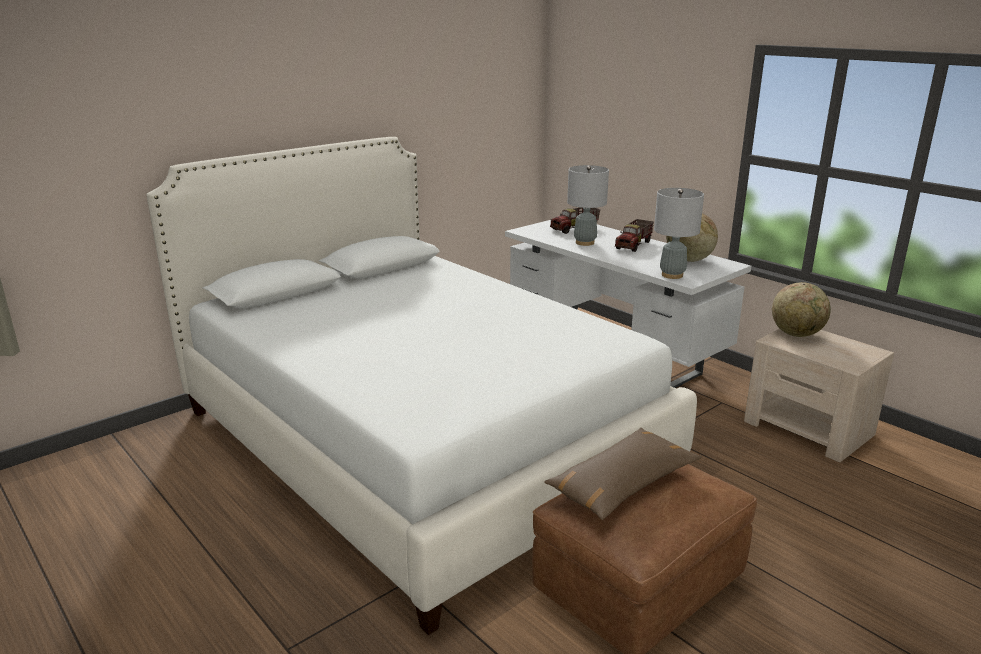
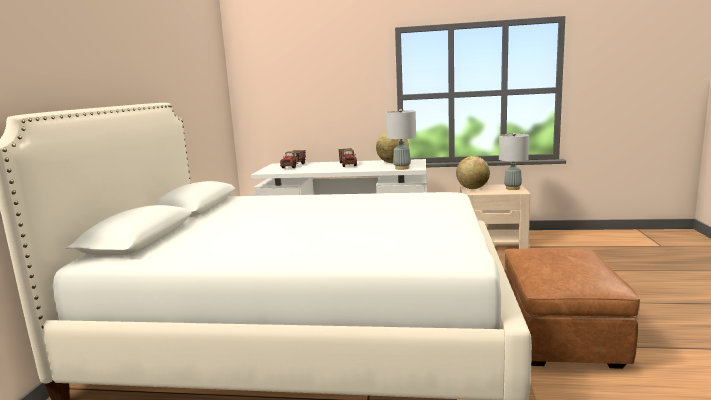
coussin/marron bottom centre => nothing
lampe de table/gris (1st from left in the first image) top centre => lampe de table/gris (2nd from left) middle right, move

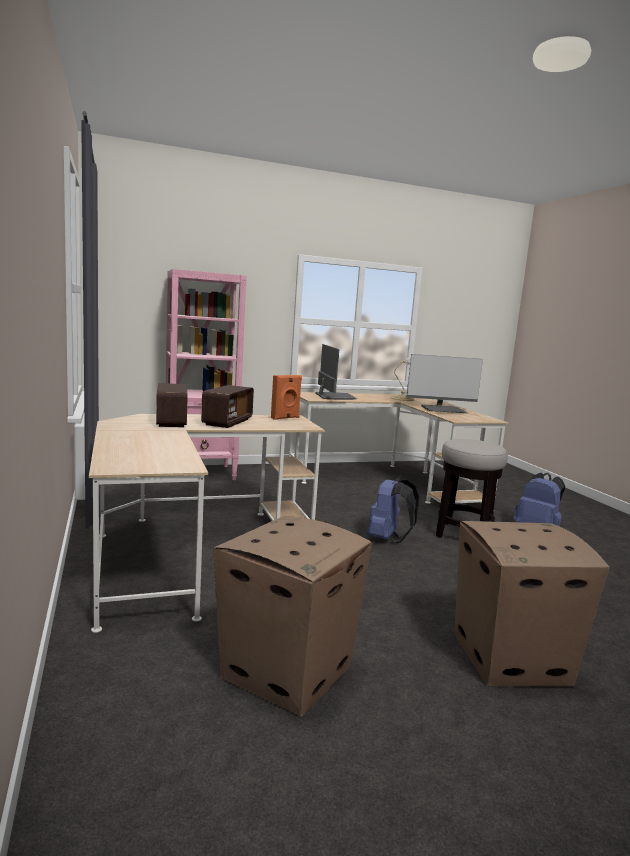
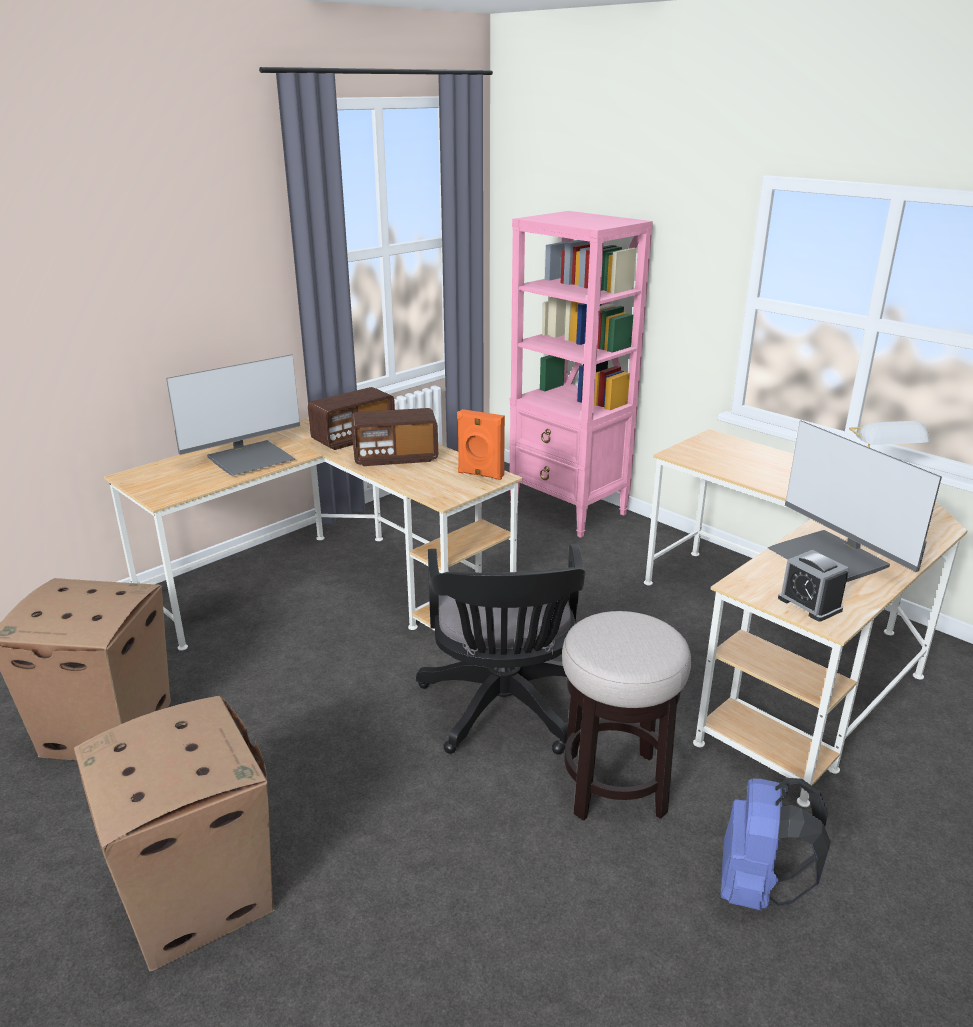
nothing => réveil middle right
écran d'ordinateur (1st from left) centre => écran d'ordinateur (1st from left) middle left, move
sac à dos/bleu (1st from left) centre => chaise de bureau/noir centre

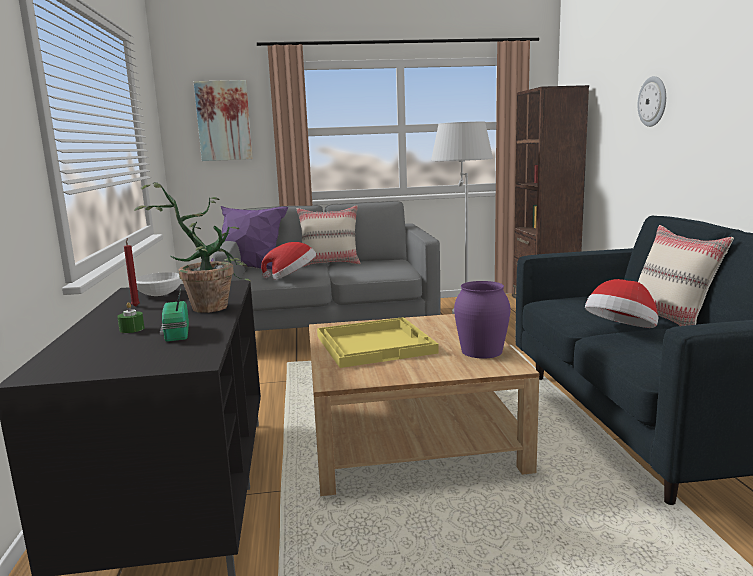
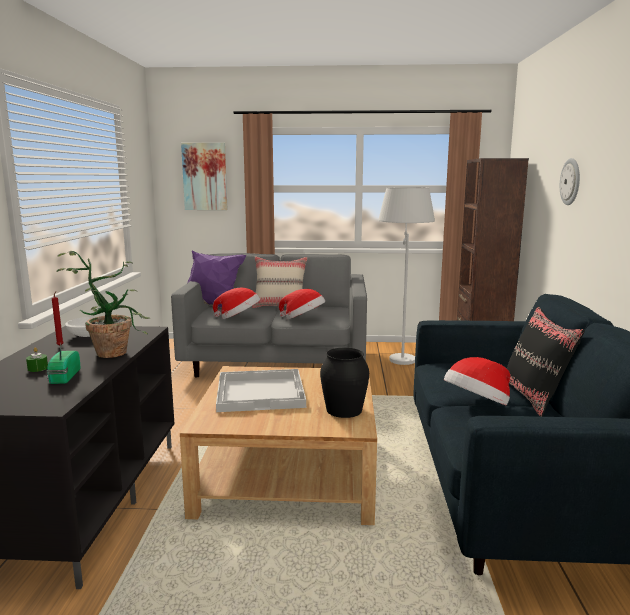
nothing => chapeau (2nd from left) centre
plateau/jaune centre => plateau/blanc centre
vase/violet centre => vase/noir centre
coussin/beige (2nd from left) middle right => coussin/noir middle right

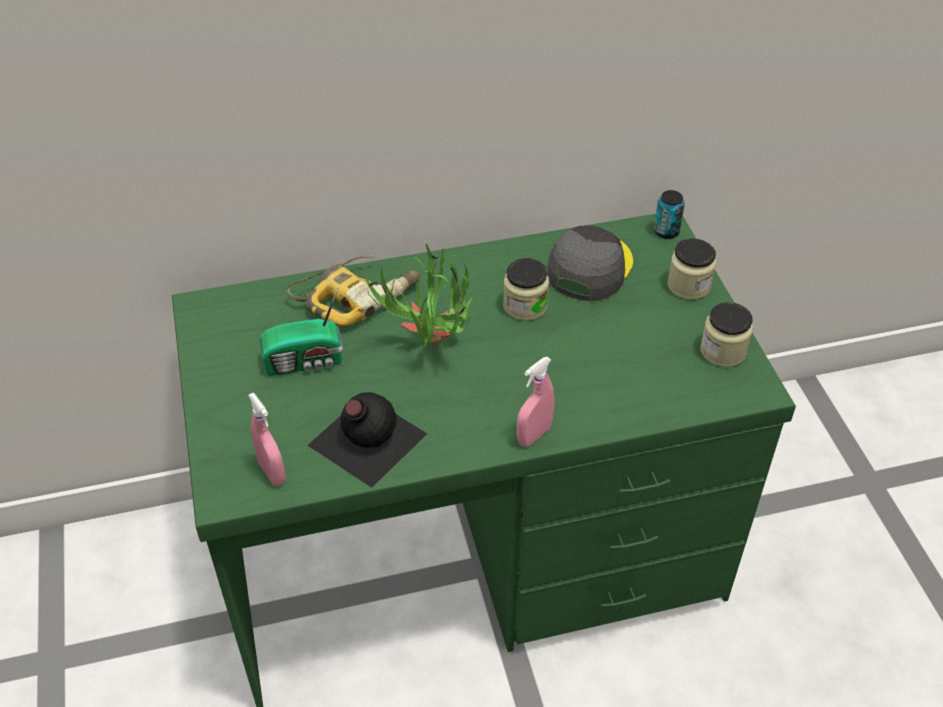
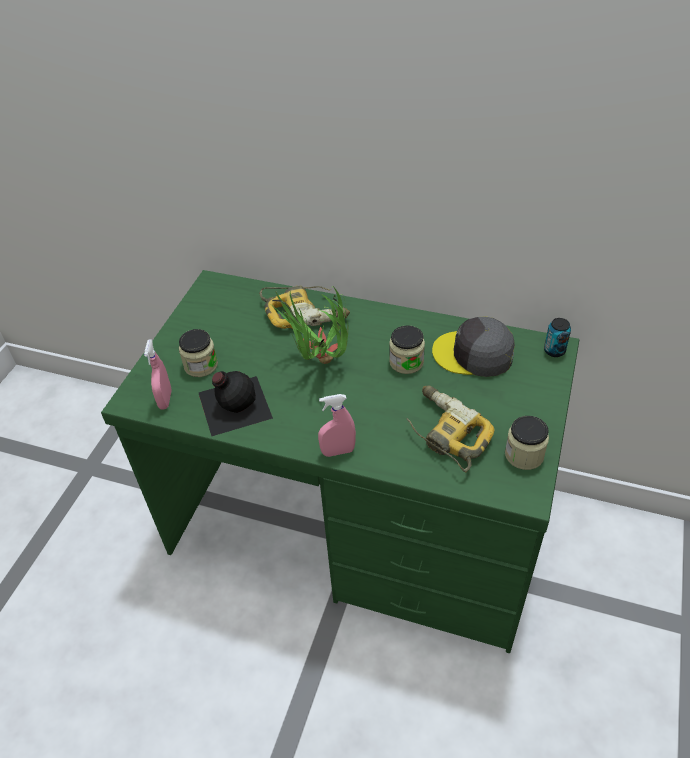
radio middle left => nothing
nothing => perceuse (2nd from left) centre
bocal (2nd from left in the first image) middle right => bocal (1st from left) middle left, move
casquette/gris centre => casquette/gris middle right, 135 degrees counterclockwise

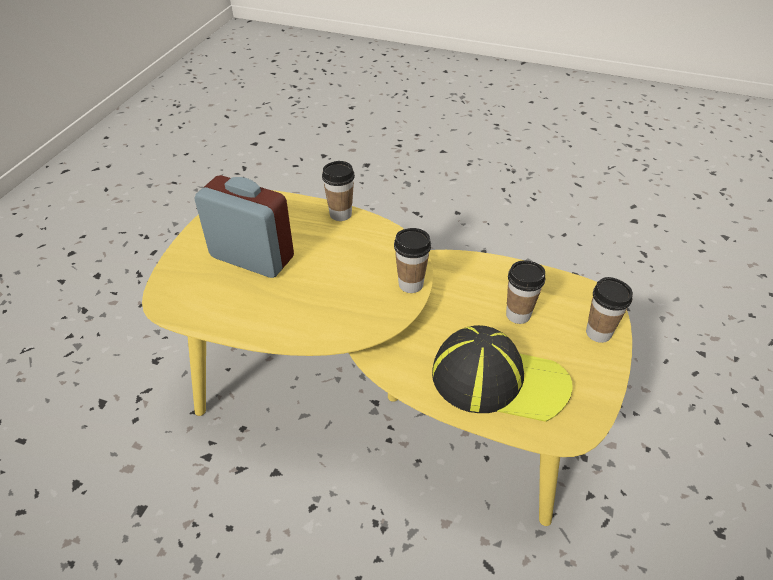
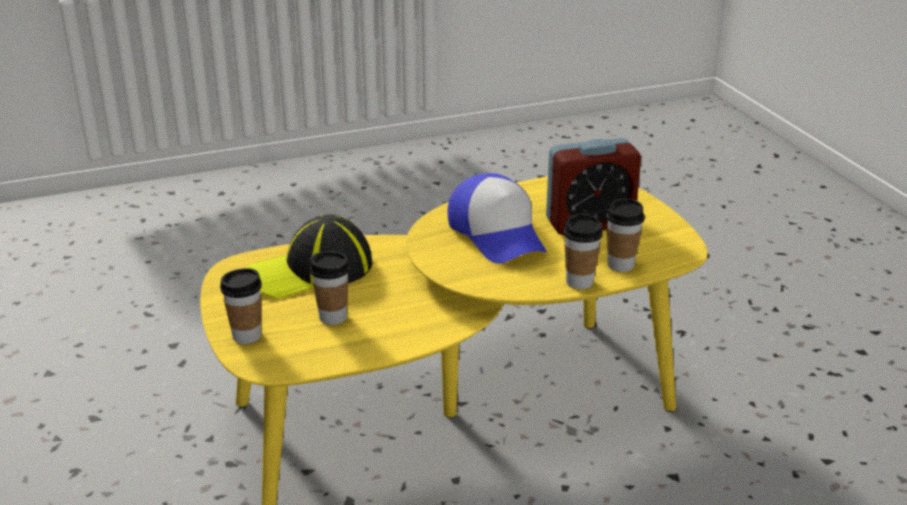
nothing => casquette (2nd from left) centre
tasse (2nd from left in the first image) centre => tasse (4th from left) middle right, move

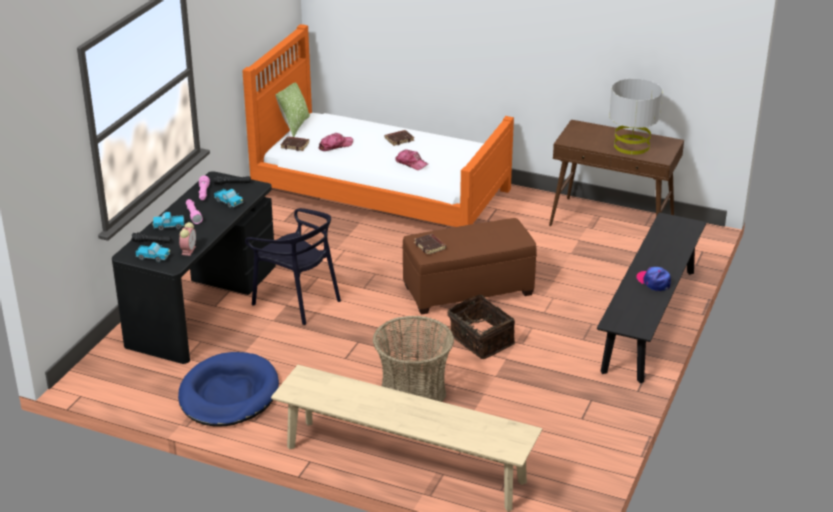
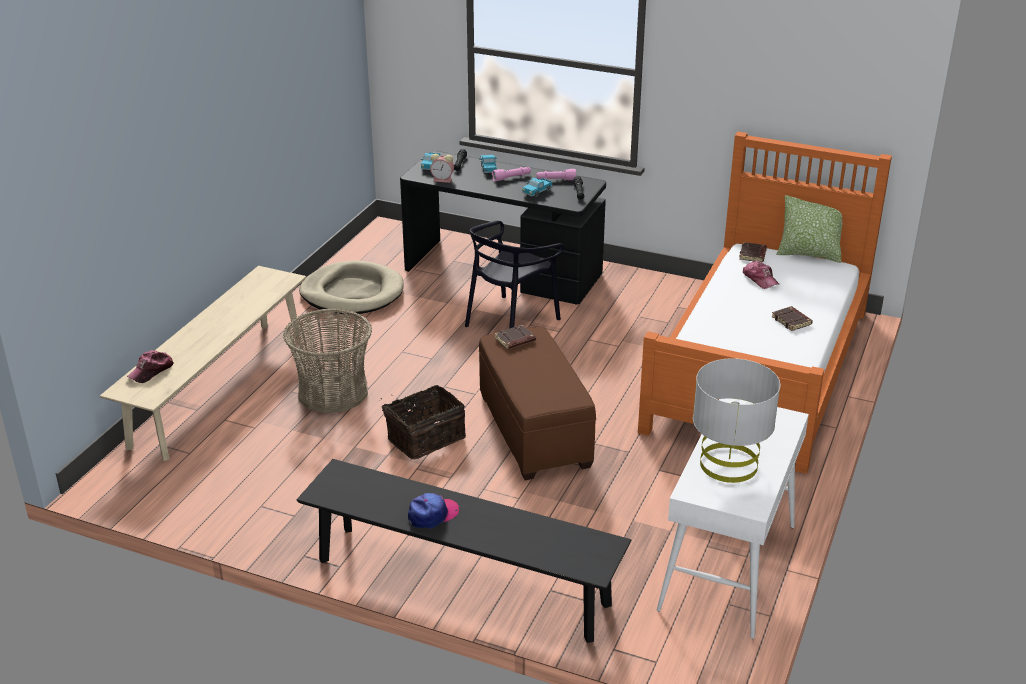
casquette (2nd from left in the first image) top centre => casquette (1st from left) middle left, move
panier pour chien/bleu bottom left => panier pour chien/beige centre
table console/marron middle right => table console/blanc bottom right

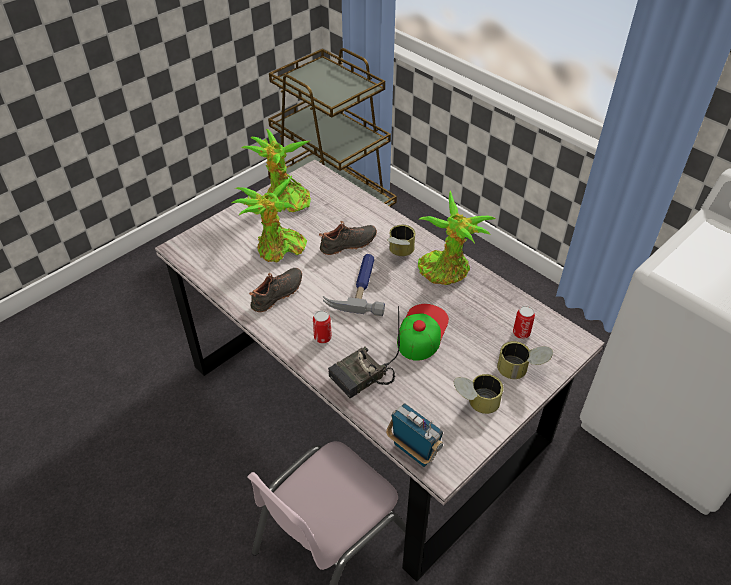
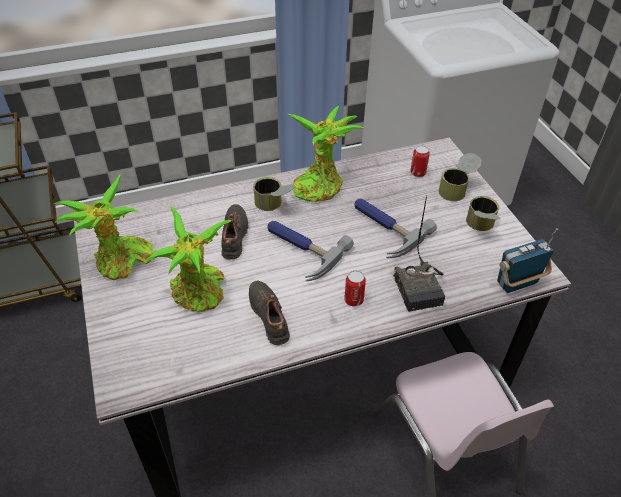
casquette centre => marteau (2nd from left) centre

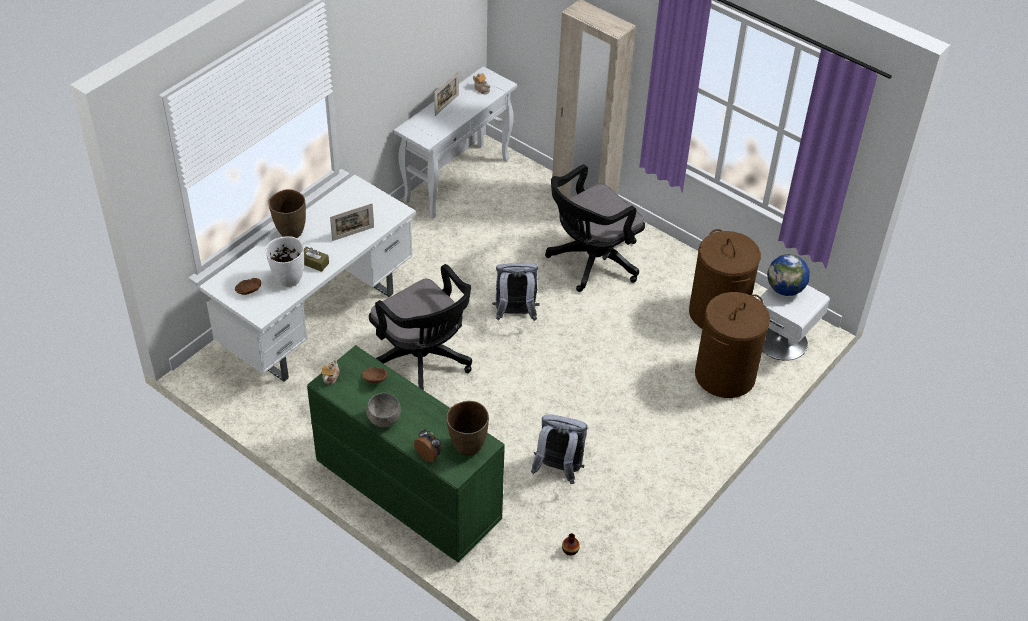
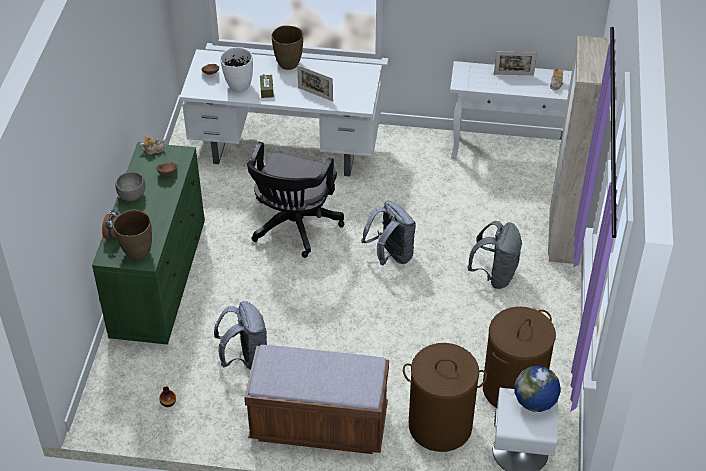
nothing => banc/marron bottom centre
chaise de bureau/noir (2nd from left) centre => sac à dos/gris (3rd from left) middle right

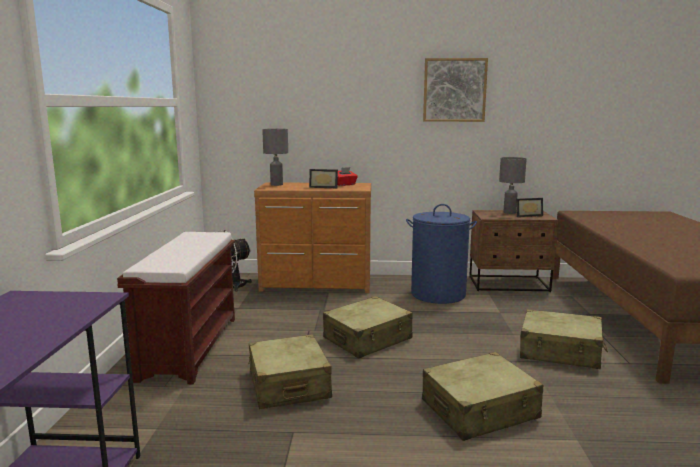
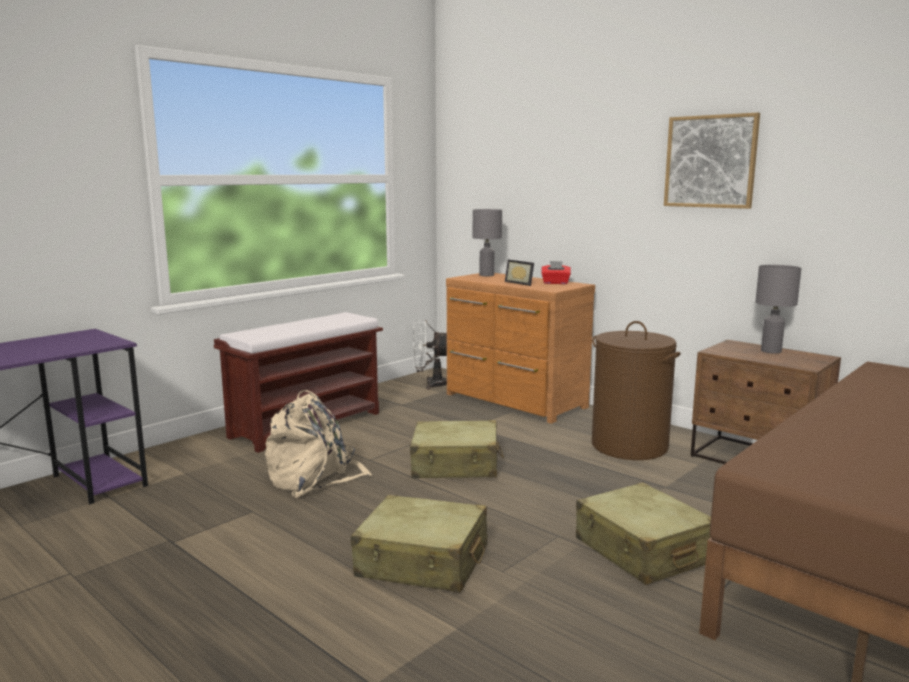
cadre photo (2nd from left) middle right => nothing
valise/beige (1st from left) bottom centre => sac à dos/beige centre
panier à linge/bleu centre => panier à linge/marron middle right

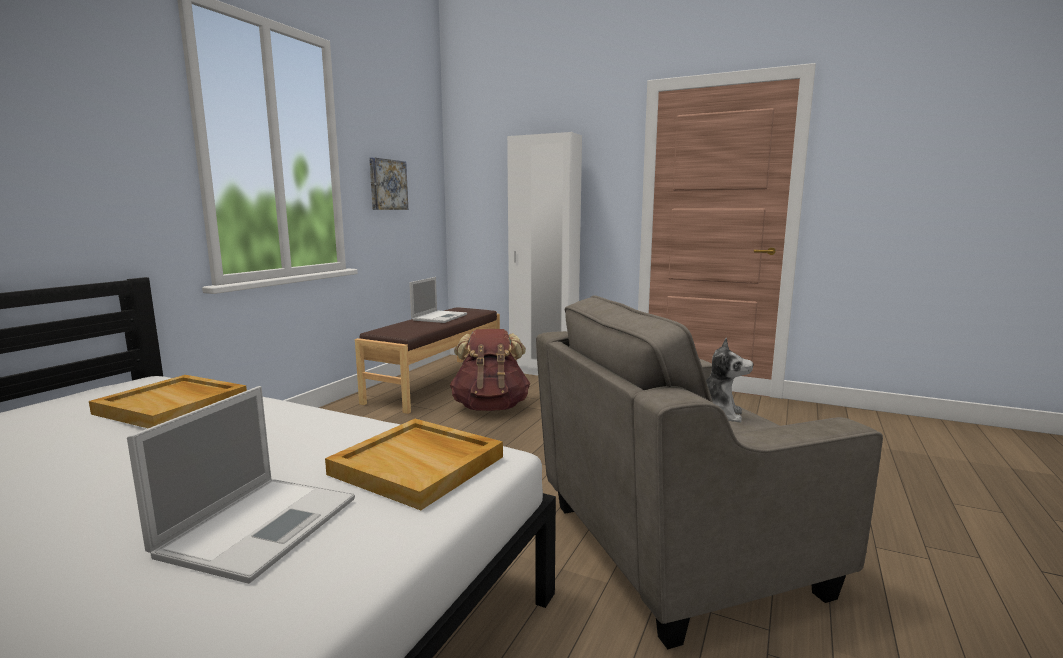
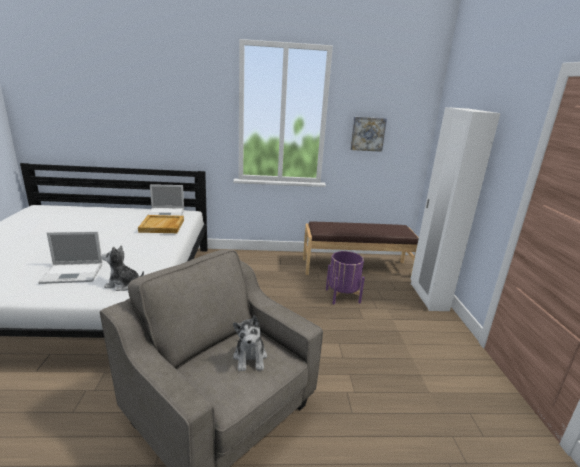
ordinateur portable (2nd from left) centre => ordinateur portable (2nd from left) middle left, move
plateau/beige (2nd from left) bottom centre => peluche (1st from left) middle left
sac à dos/marron centre => cache-pot/violet centre

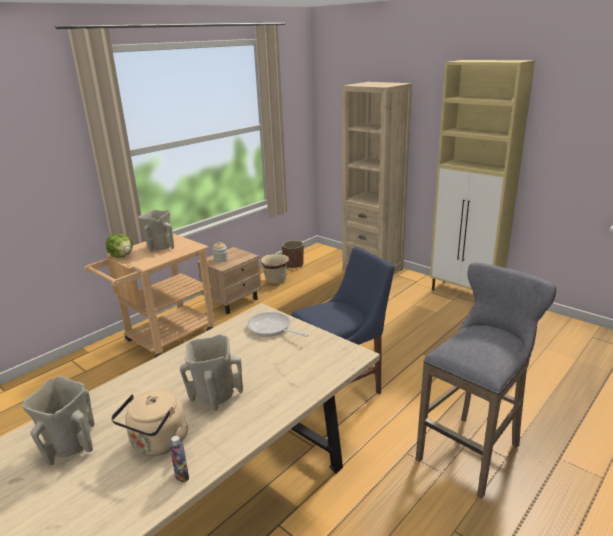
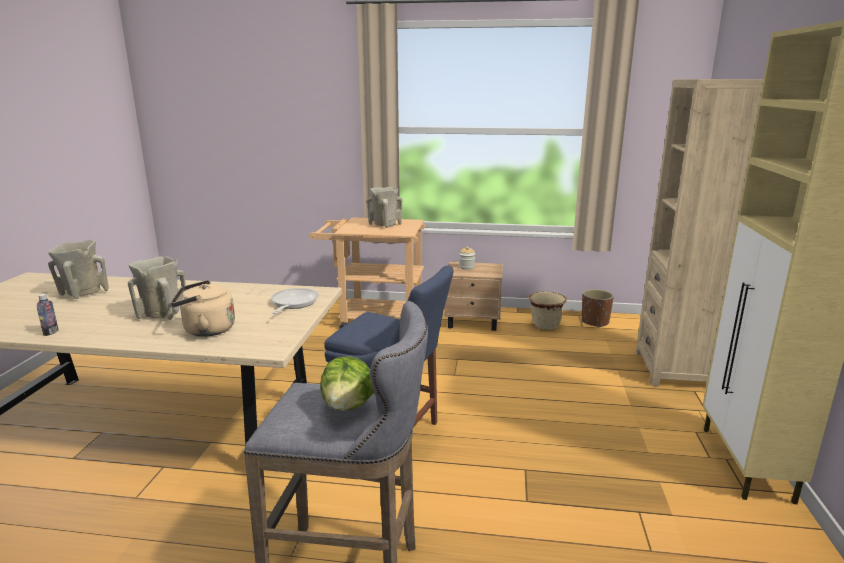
laitue middle left => laitue bottom centre, move
bouilloire/beige bottom left => bouilloire/beige middle left, move

